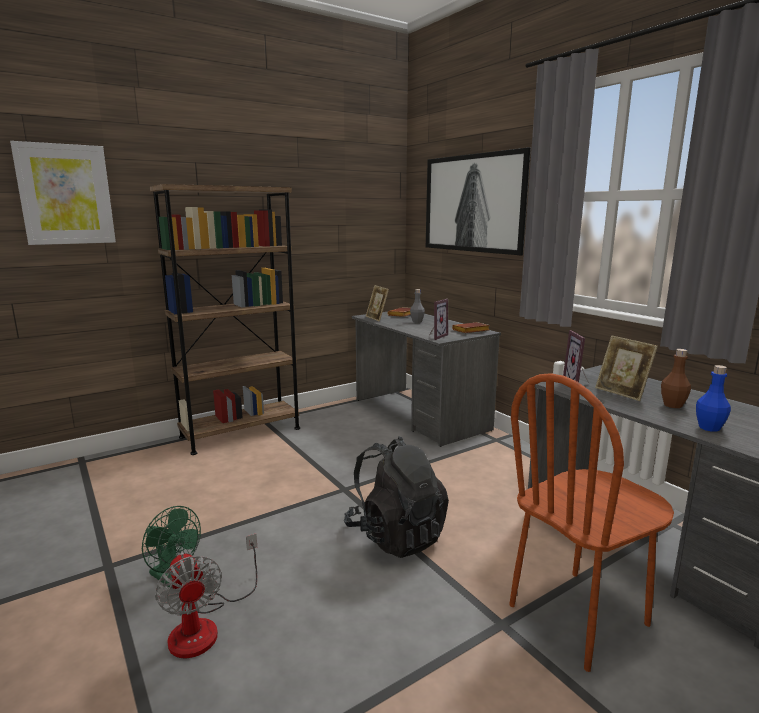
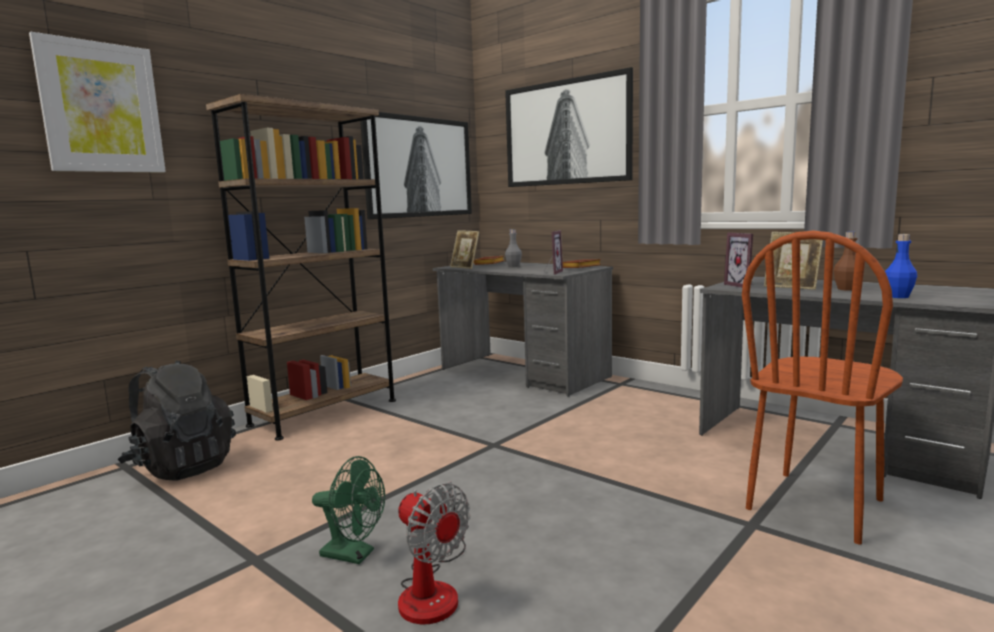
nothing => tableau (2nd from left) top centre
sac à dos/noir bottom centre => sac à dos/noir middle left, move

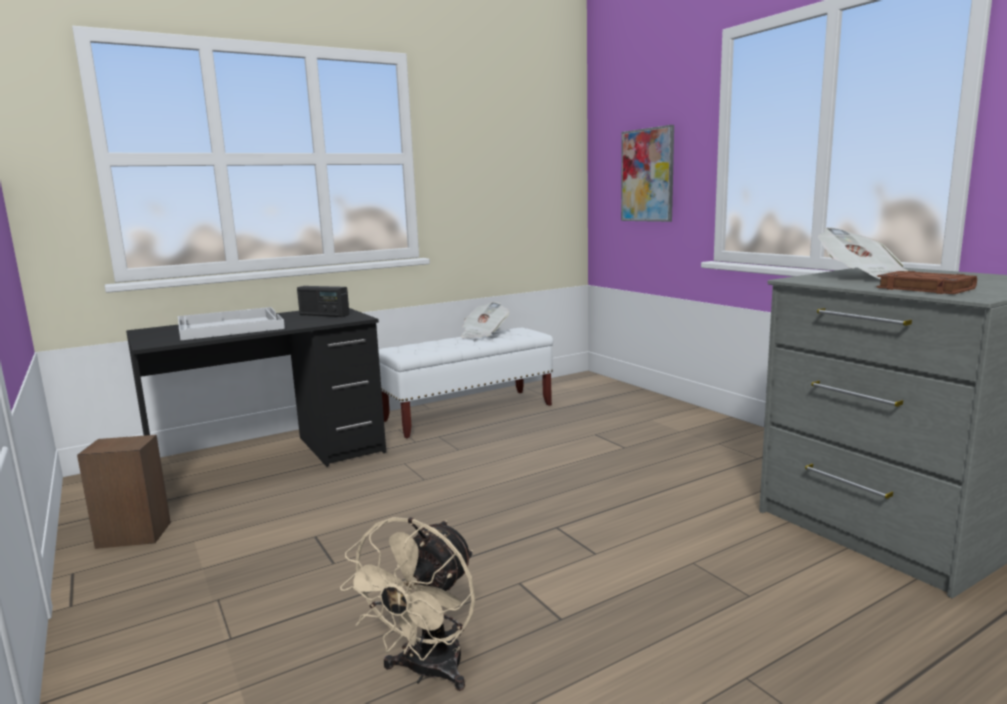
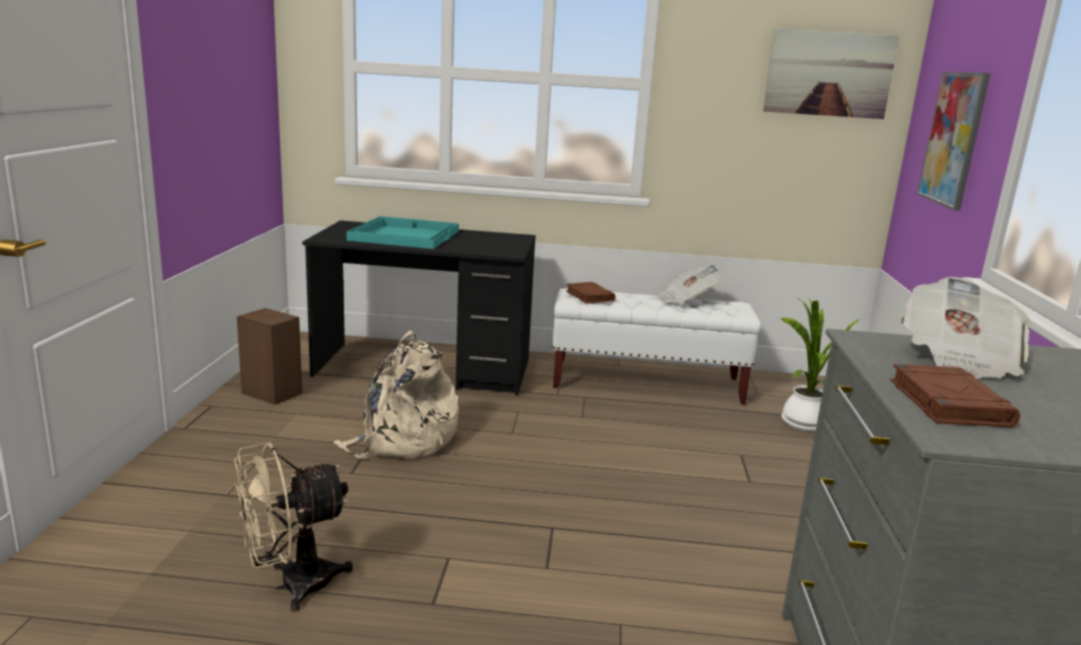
radio middle left => nothing
nothing => sac à dos/beige centre
nothing => livre/marron (1st from left) centre
nothing => tableau (1st from left) top right
nothing => plante en pot middle right
plateau/blanc middle left => plateau/turquoise centre

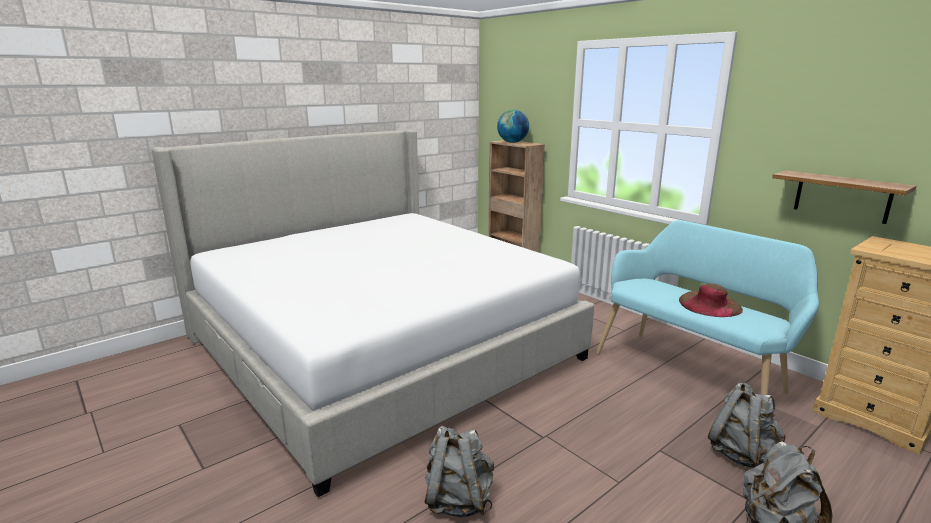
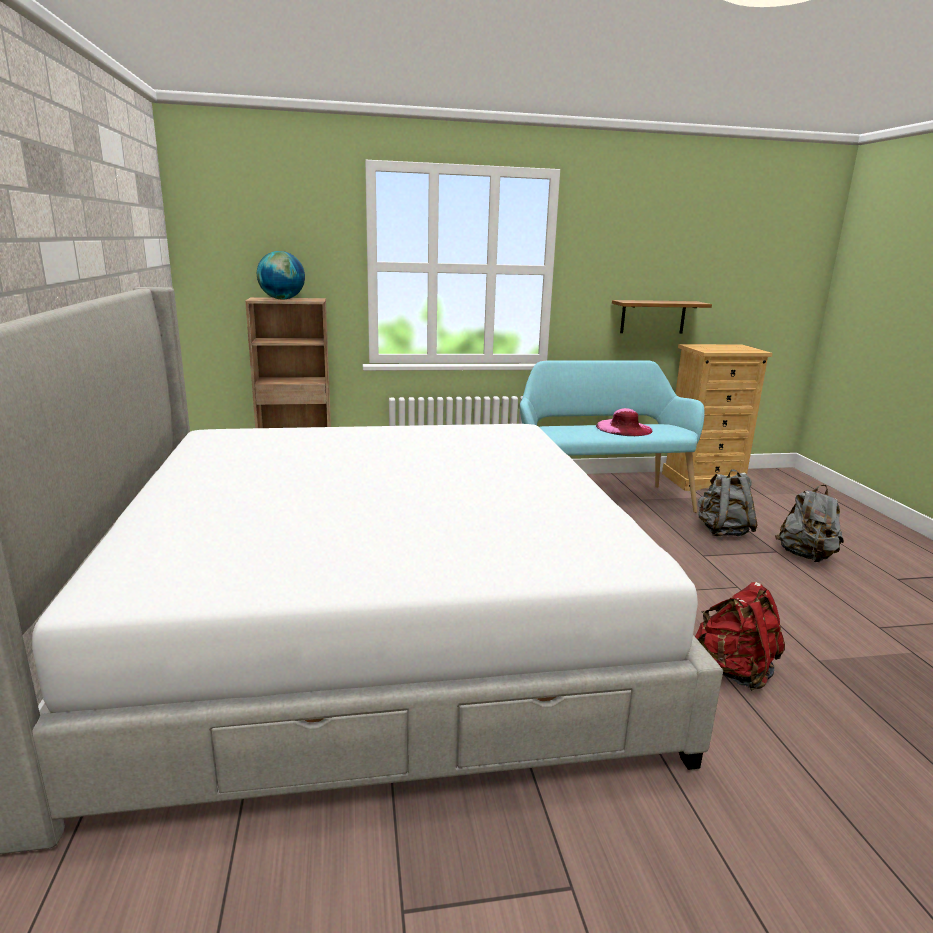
sac à dos/gris (1st from left) bottom centre => sac à dos/rouge bottom right
chapeau/marron middle right => chapeau/rose middle right

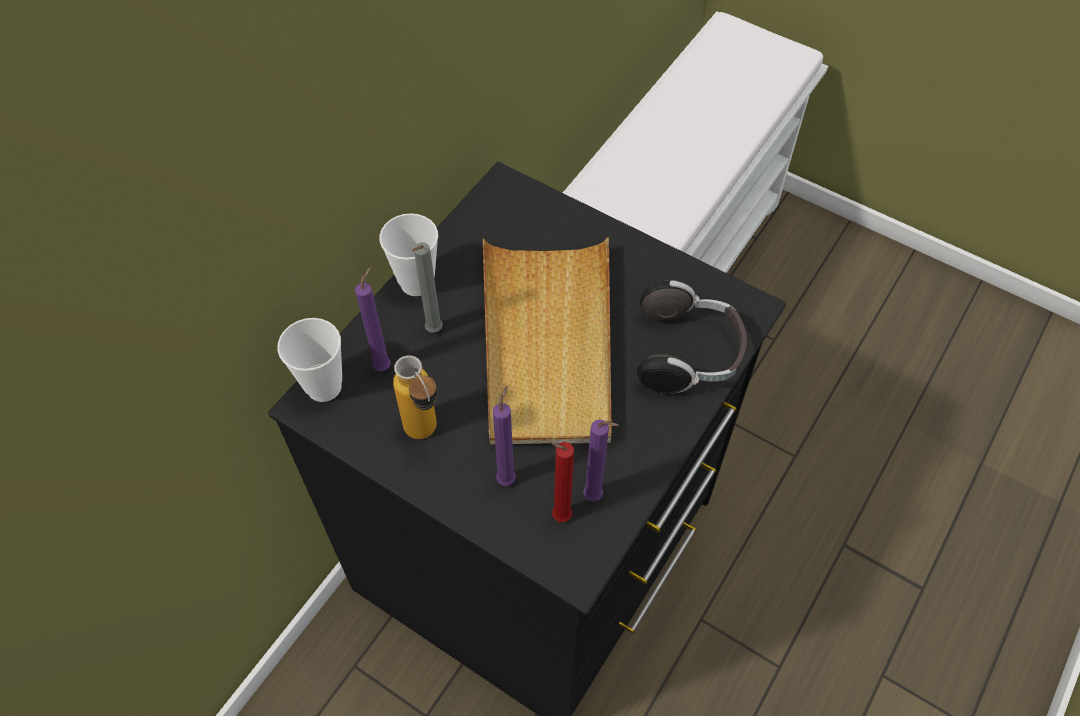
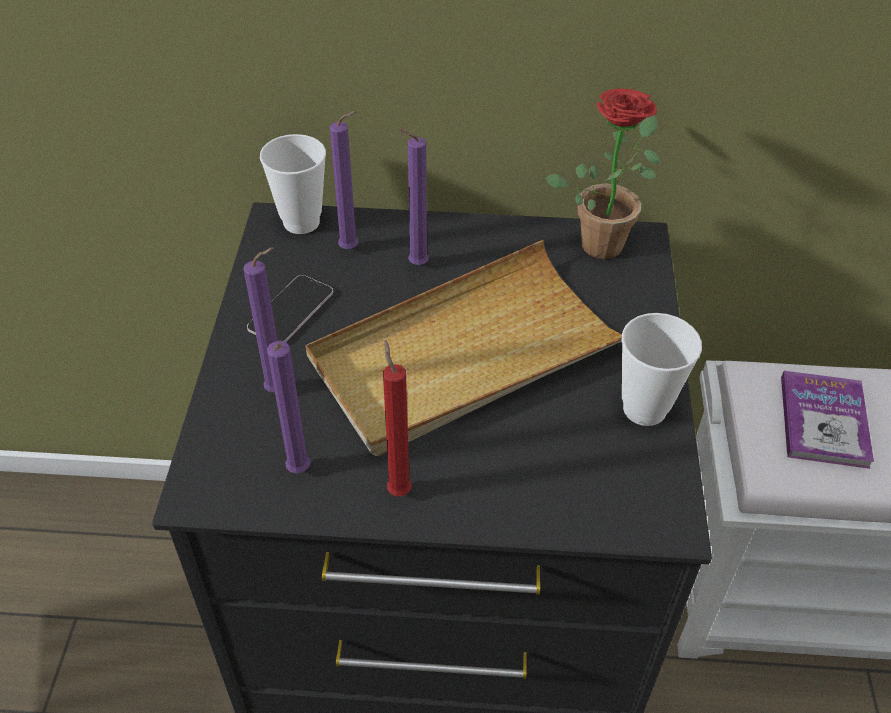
casque audio centre => nothing
nothing => plante en pot top right
nothing => livre middle right
tasse (2nd from left) centre => tasse (2nd from left) middle right, move
bougie/rouge bottom centre => bougie/rouge centre, move
bouteille centre => téléphone middle left
bougie/gris centre => bougie/violet (4th from left) top centre

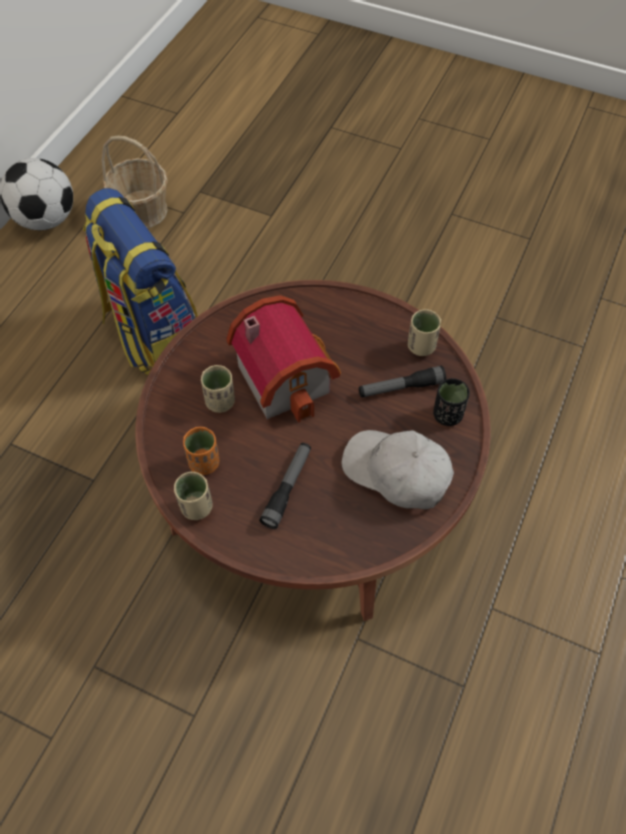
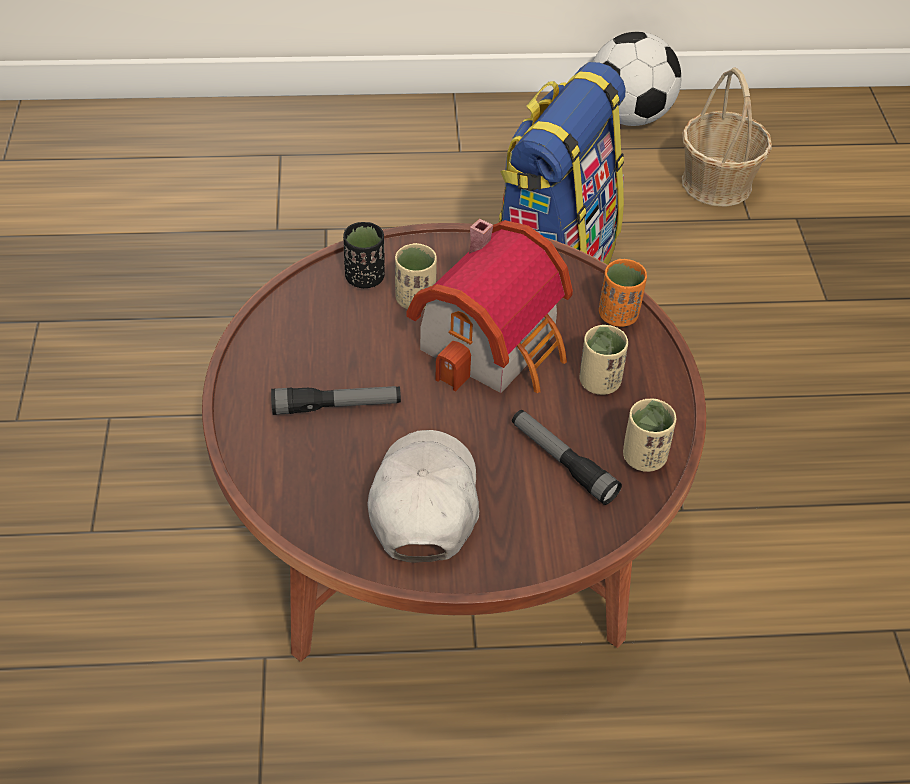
tasse/beige (1st from left in the first image) middle left => tasse/beige (2nd from left) centre, move
tasse/orange middle left => tasse/orange middle right, move
tasse/noir middle right => tasse/noir top centre, move

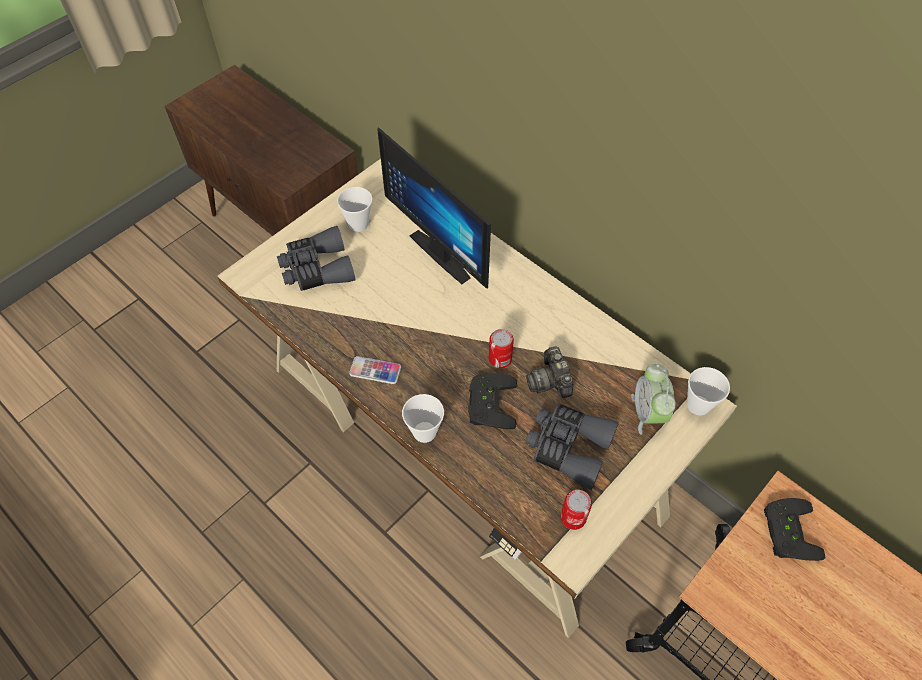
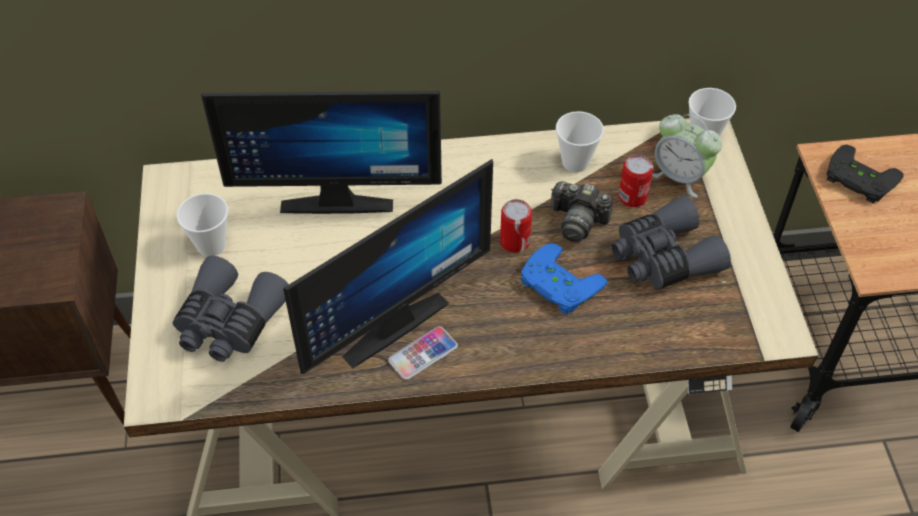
nothing => écran d'ordinateur (2nd from left) centre
tasse (2nd from left) centre => tasse (2nd from left) top centre, move
boîte métallique (2nd from left) bottom centre => boîte métallique (2nd from left) middle right, move
manette/noir (1st from left) centre => manette/bleu centre

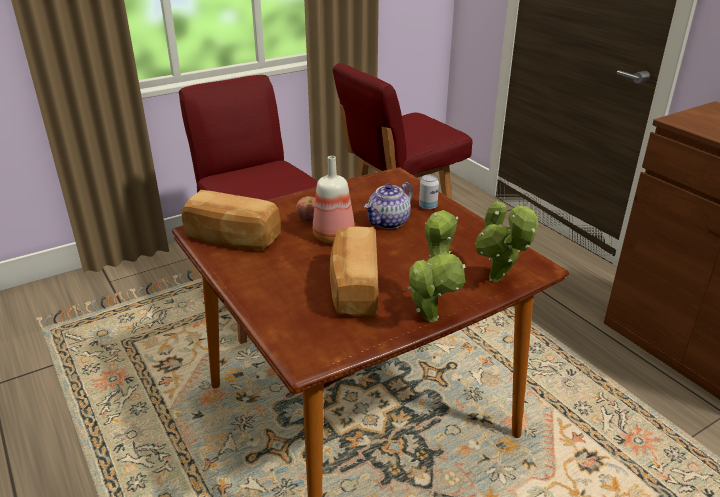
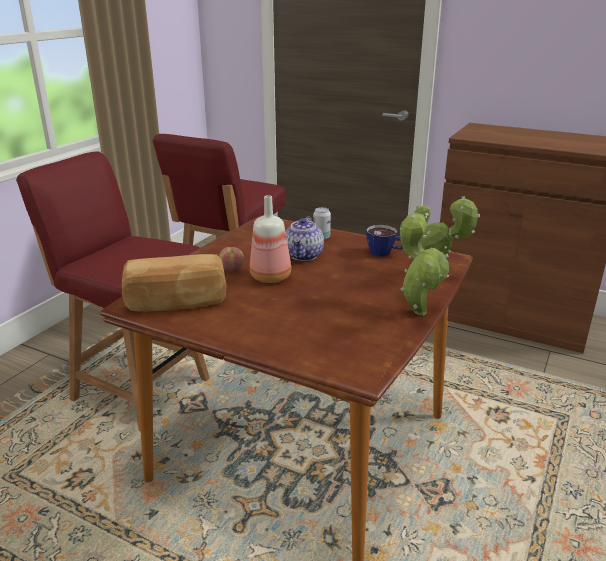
pain (2nd from left) centre => nothing
nothing => tasse centre

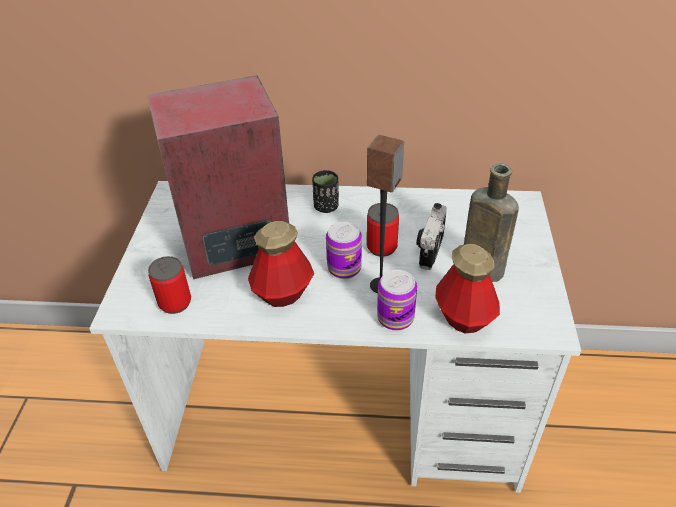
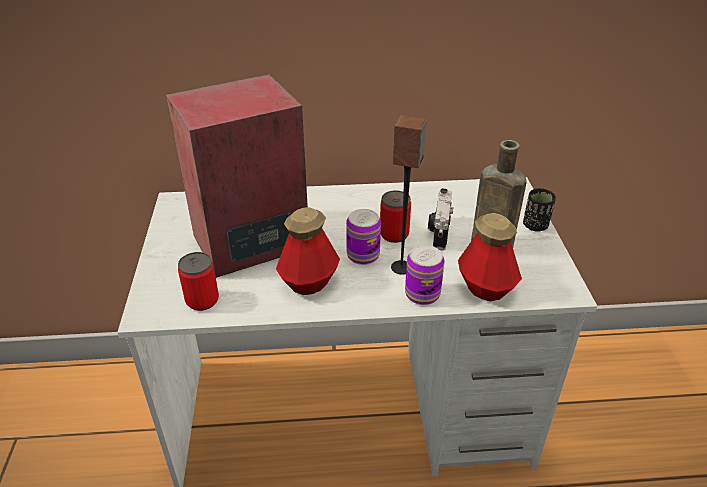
tasse/noir centre => tasse/noir middle right, move

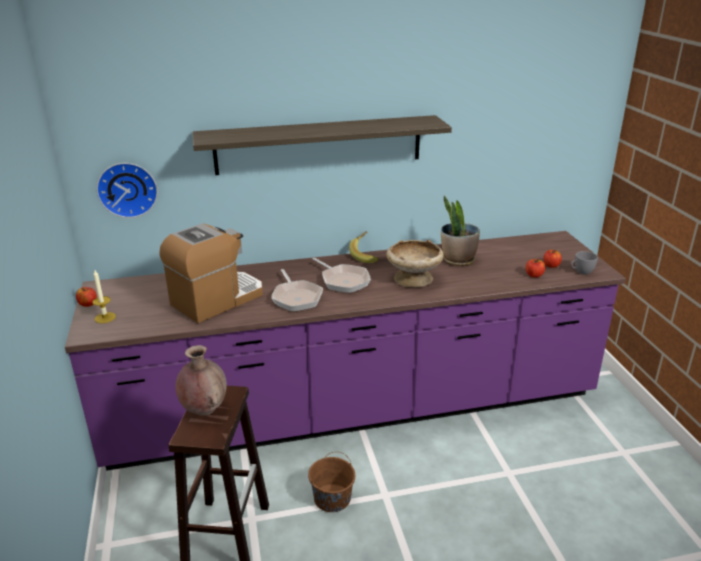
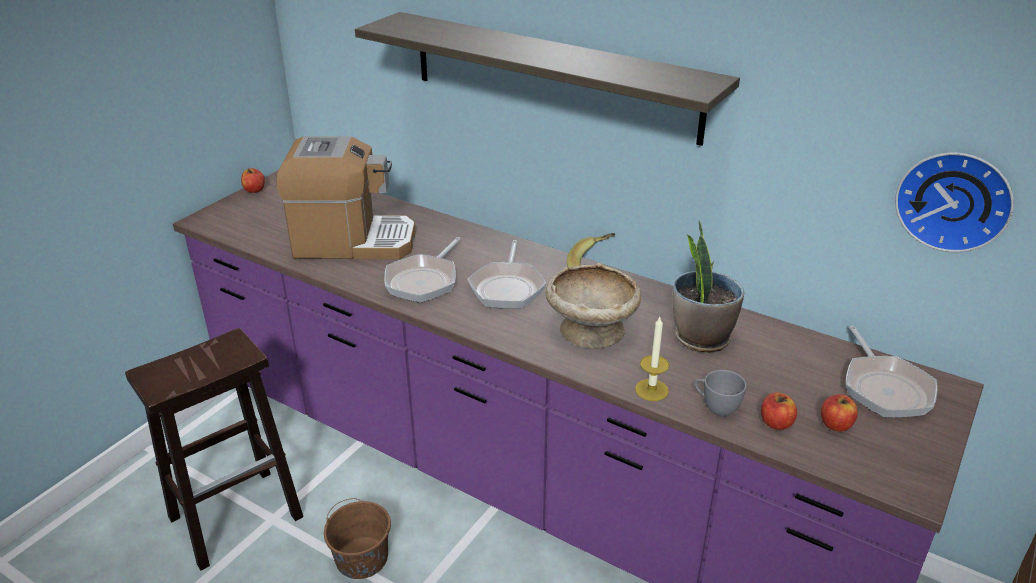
vase/marron bottom left => nothing
nothing => poêle (3rd from left) middle right
bougie middle left => bougie centre, move
horloge murale middle left => horloge murale middle right, move
tasse/gris middle right => tasse/gris bottom right, move

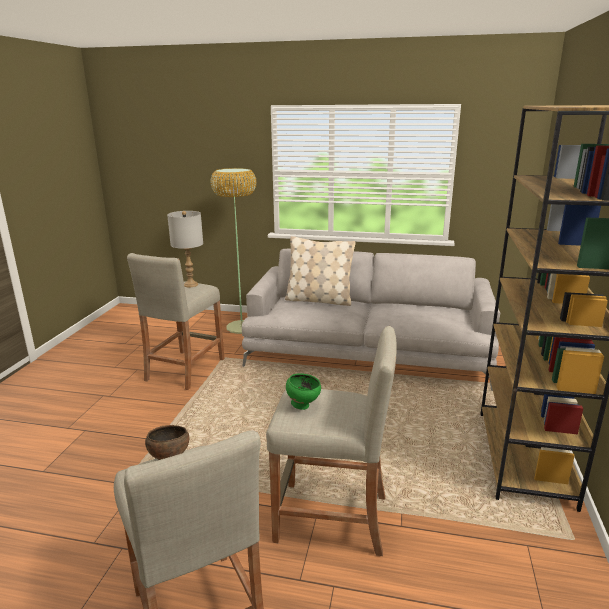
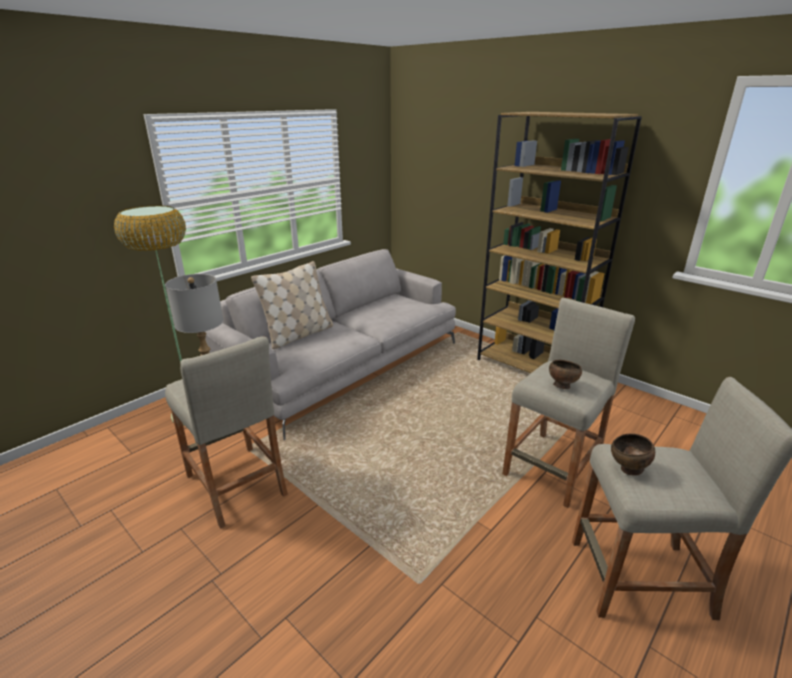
bol/vert centre => bol/marron (1st from left) middle right

